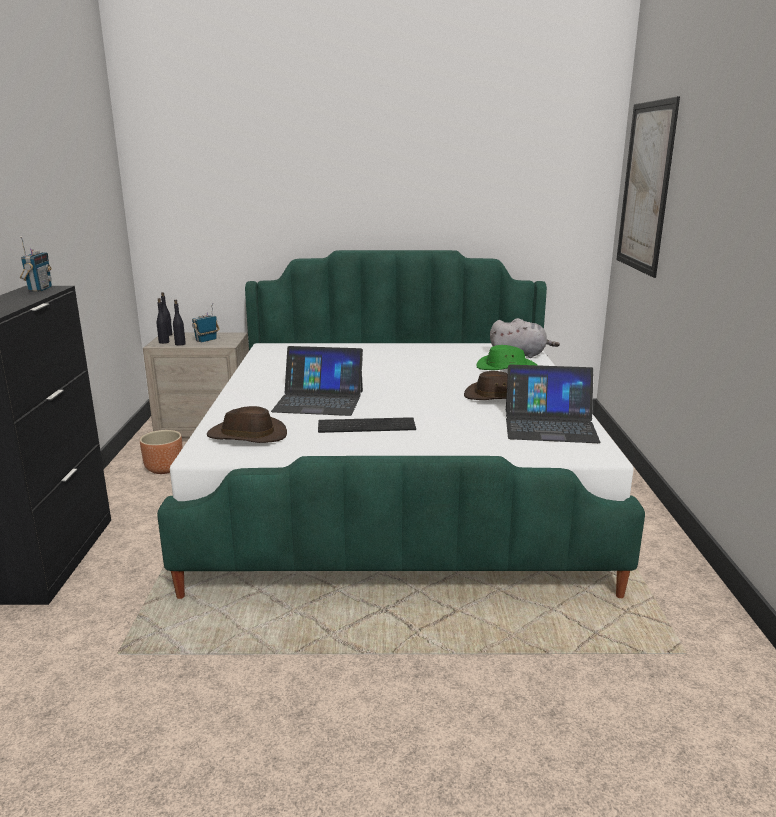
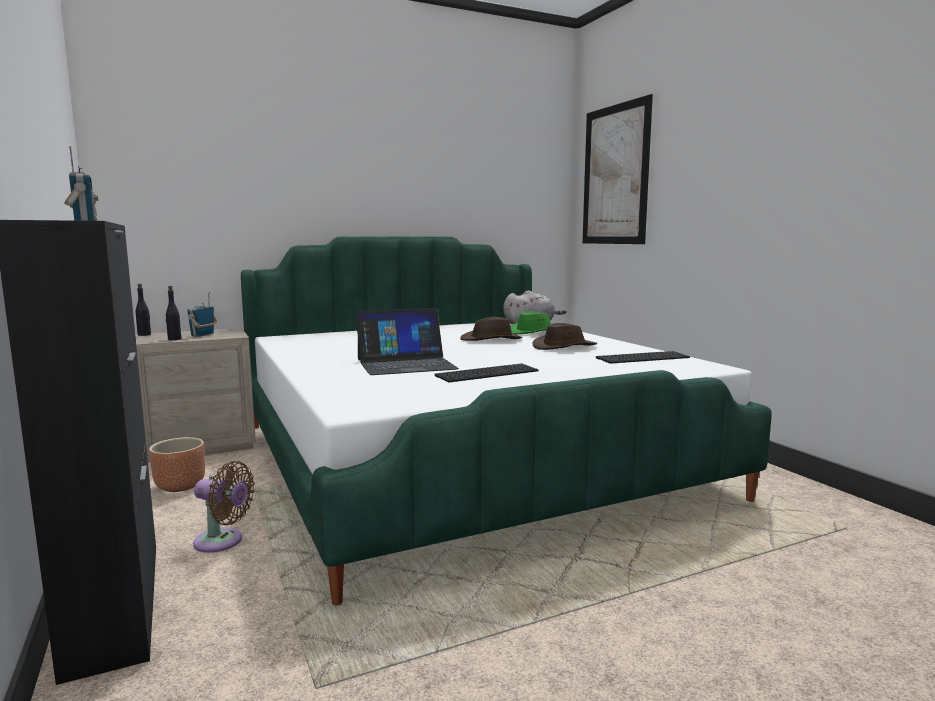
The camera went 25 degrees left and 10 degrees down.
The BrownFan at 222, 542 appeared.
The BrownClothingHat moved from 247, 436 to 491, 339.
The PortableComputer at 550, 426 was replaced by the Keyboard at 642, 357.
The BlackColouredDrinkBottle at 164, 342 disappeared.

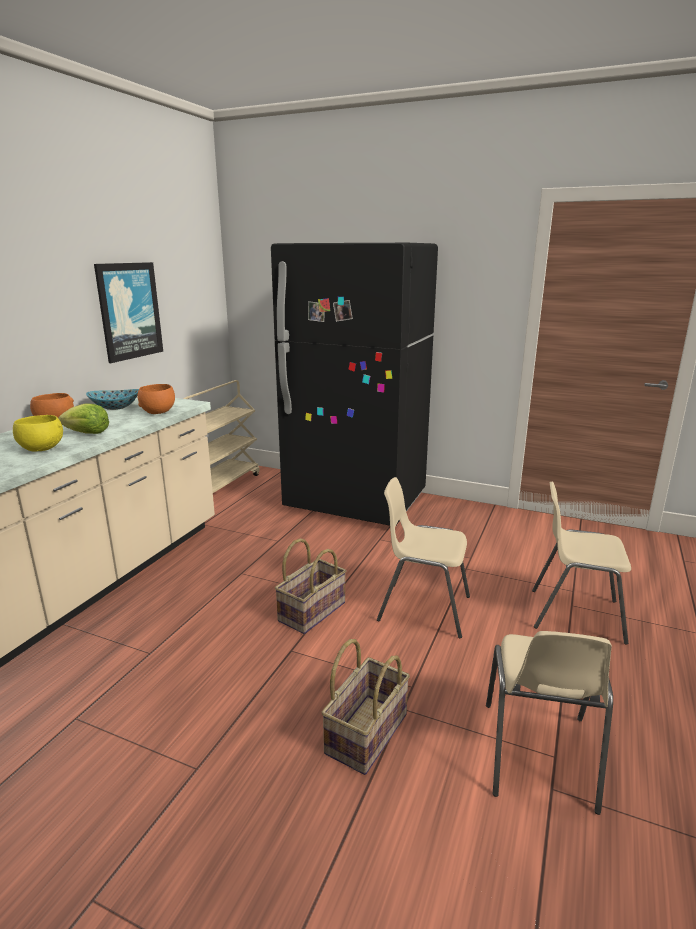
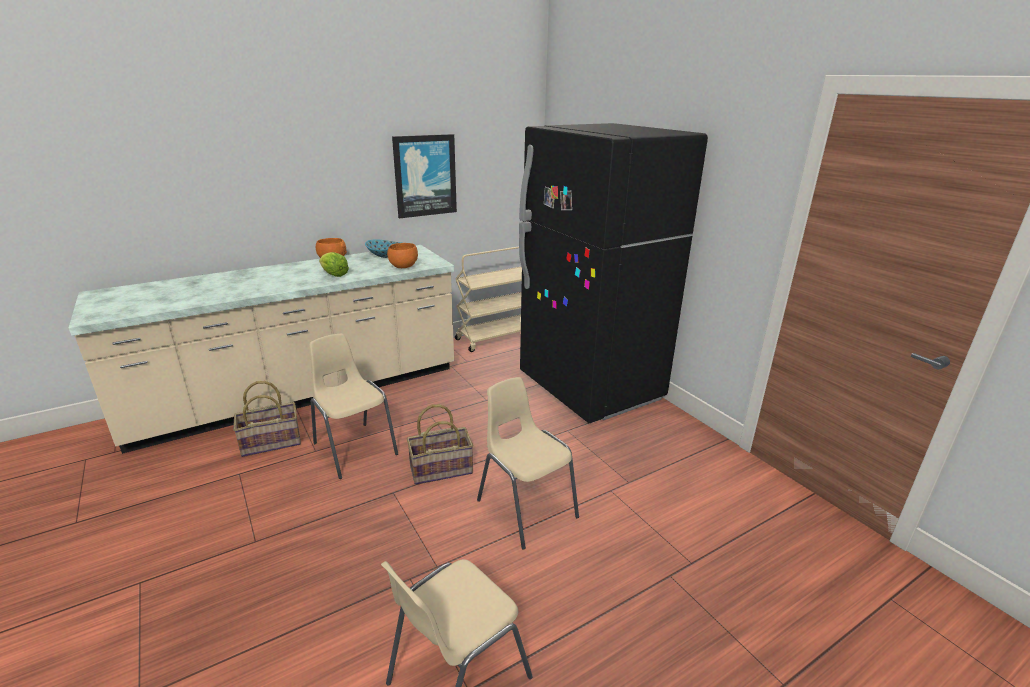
The camera went 35 degrees right and 5 degrees up.
The Basket moved from 365, 732 to 271, 442.
The BeigeChair moved from 575, 614 to 354, 449.
The YellowColouredBowl at 41, 449 disappeared.

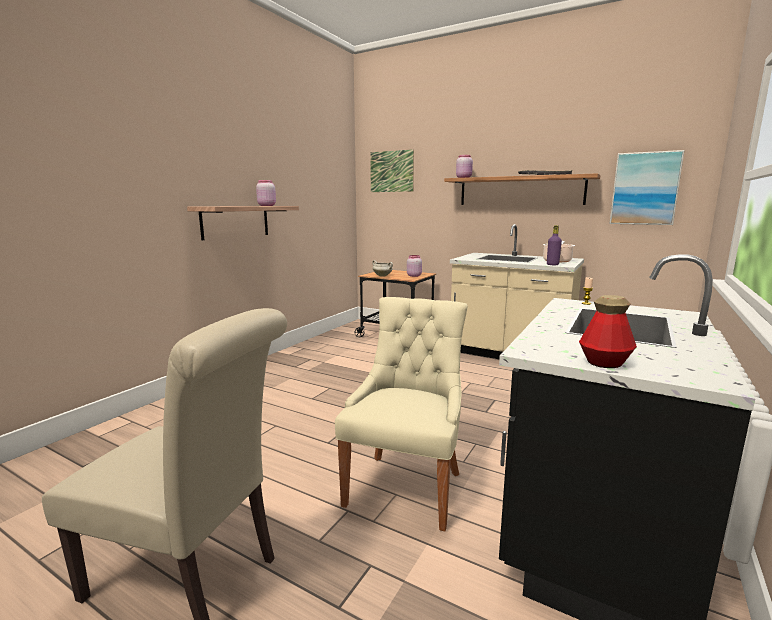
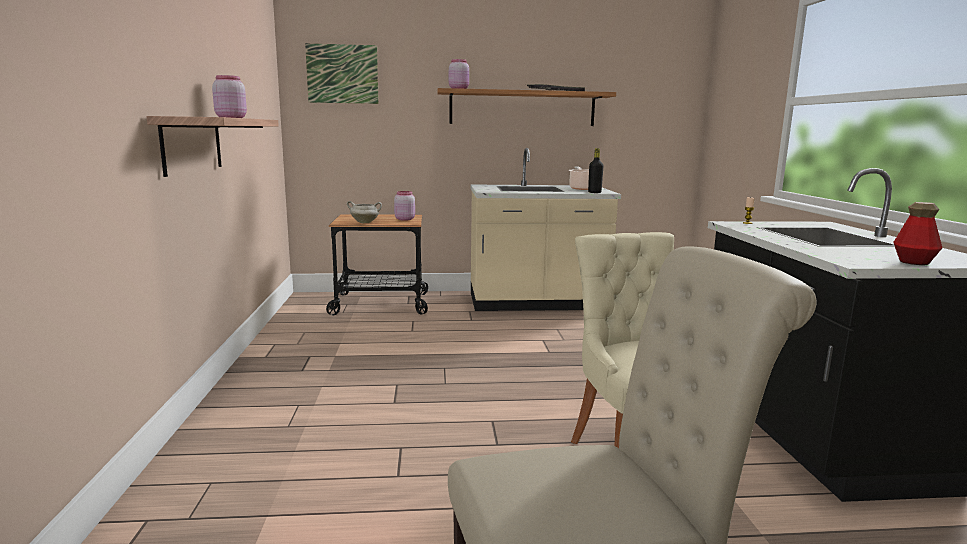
The camera went 35 degrees left and 0 degrees up.
The PurplishDrinkBottle at 552, 264 became the BlackColouredDrinkBottle at 594, 192.
The WallArt at 645, 188 disappeared.

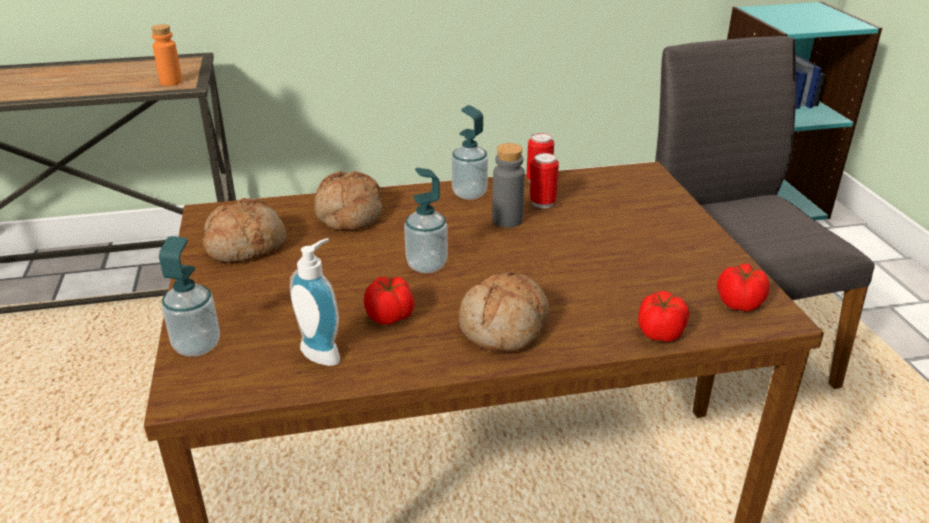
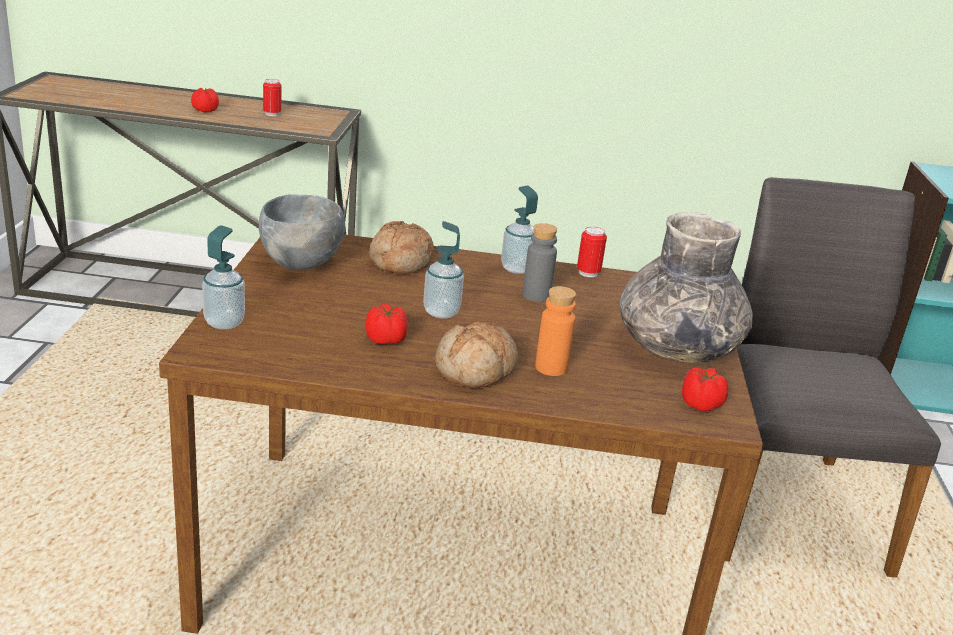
The camera went 15 degrees right and 5 degrees down.
The WholeTomato moved from 659, 333 to 205, 110.
The BakedBread at 246, 244 was replaced by the GreyBowl at 302, 264.
The SealedCan moved from 542, 203 to 272, 114.
The OrangeDrinkBottle moved from 171, 82 to 551, 368.
The GreyFlowerVase at 676, 347 appeared.
The SoapDispenser at 324, 351 disappeared.

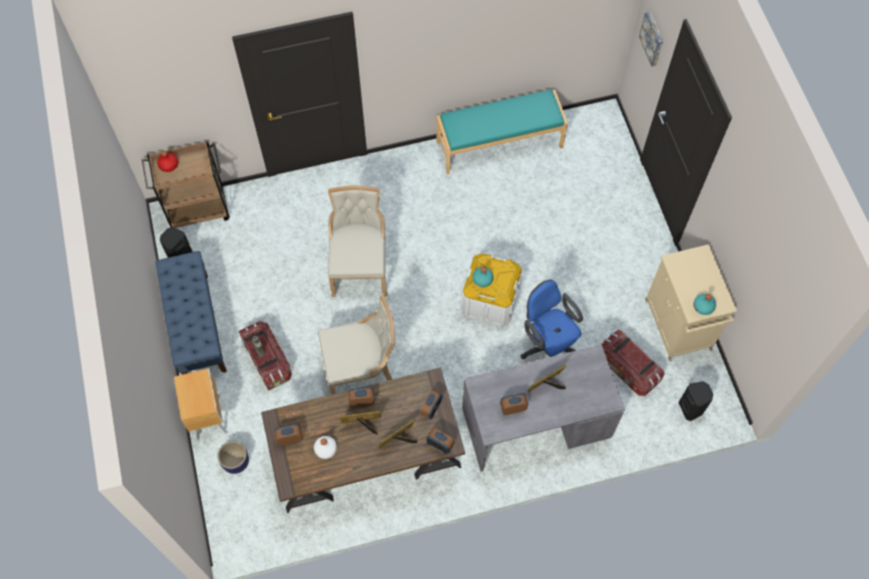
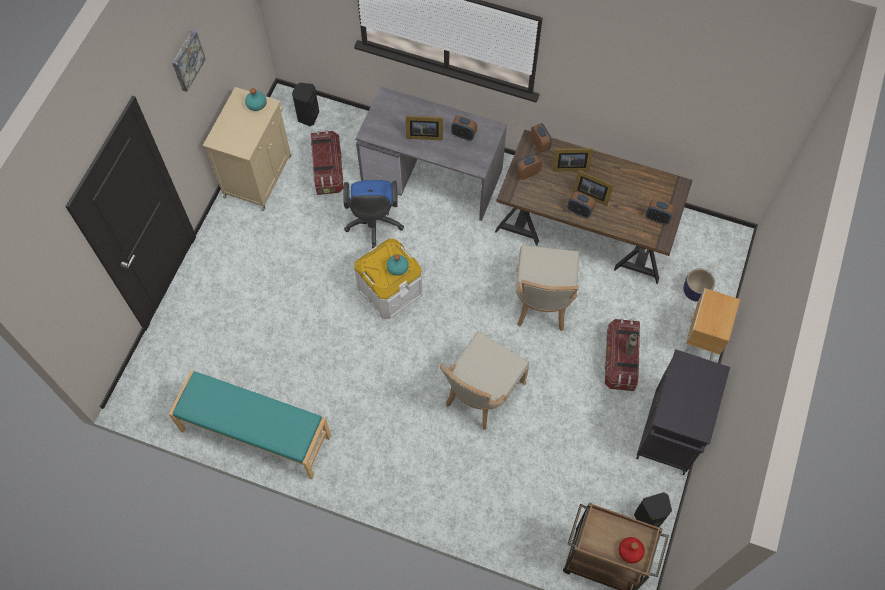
The camera went 145 degrees left and 0 degrees up.
The WallArt moved from 653, 38 to 186, 60.
The BeigeChair at 361, 368 turned 105 degrees counterclockwise.
The BlueLongSeat at 196, 326 was replaced by the BlackColouredStorageCabinet at 669, 433.
The WhiteDrinkBottle at 325, 449 disappeared.

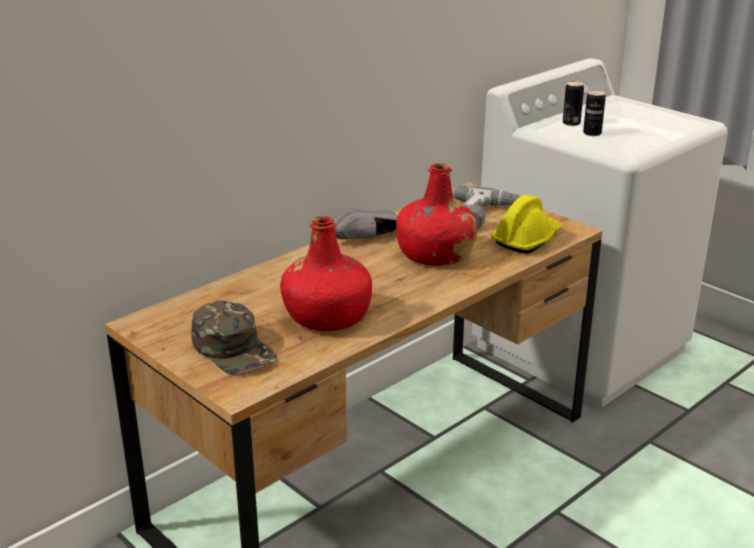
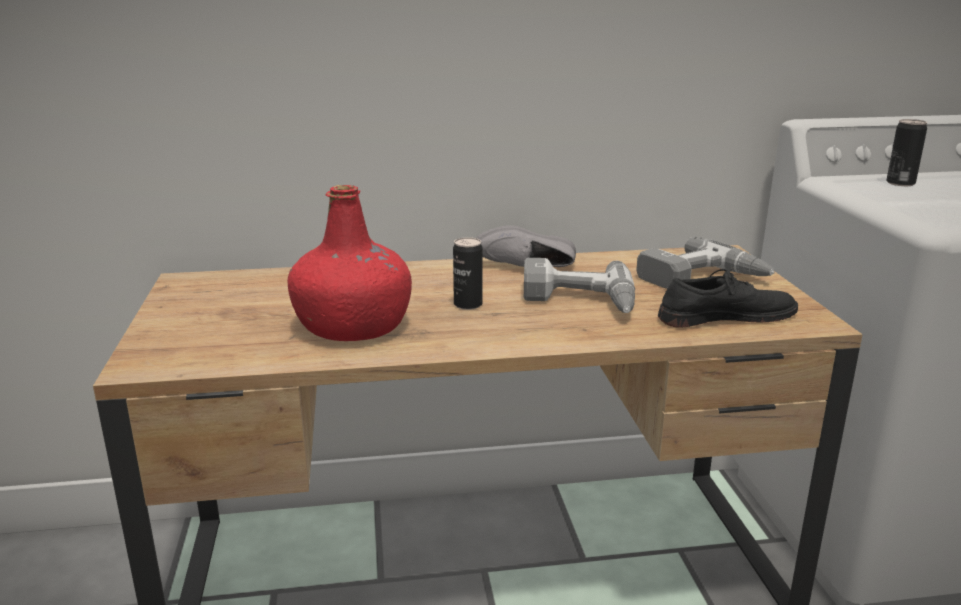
The camera went 35 degrees right and 5 degrees down.
The SealedCan moved from 592, 133 to 468, 304.
The RedColouredDrinkBottle at 435, 254 was replaced by the ElectricDrill at 578, 301.
The YellowColouredSafetyHelmet at 526, 239 was replaced by the BlackColouredShoe at 726, 316.
The GreenColouredCap at 234, 349 disappeared.

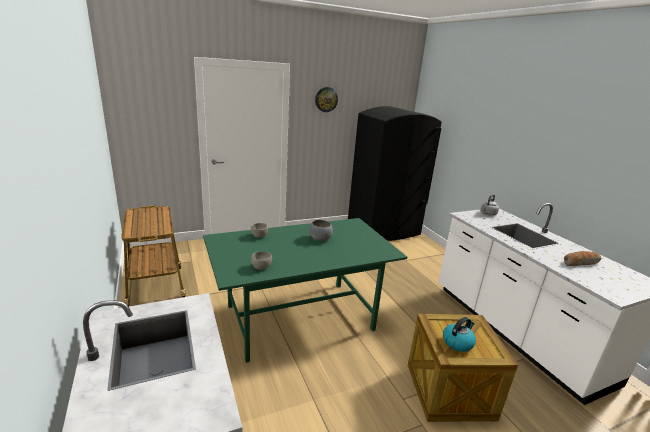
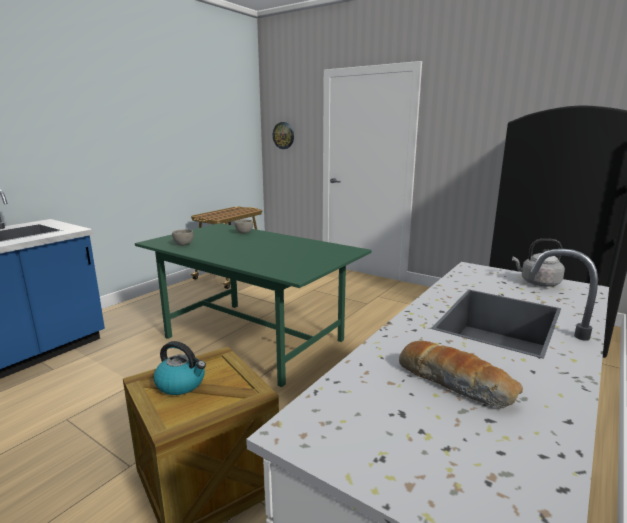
The camera went 60 degrees right and 5 degrees down.
The ClockOnTheWall moved from 326, 99 to 283, 135.
The GreyBowl at 320, 239 disappeared.

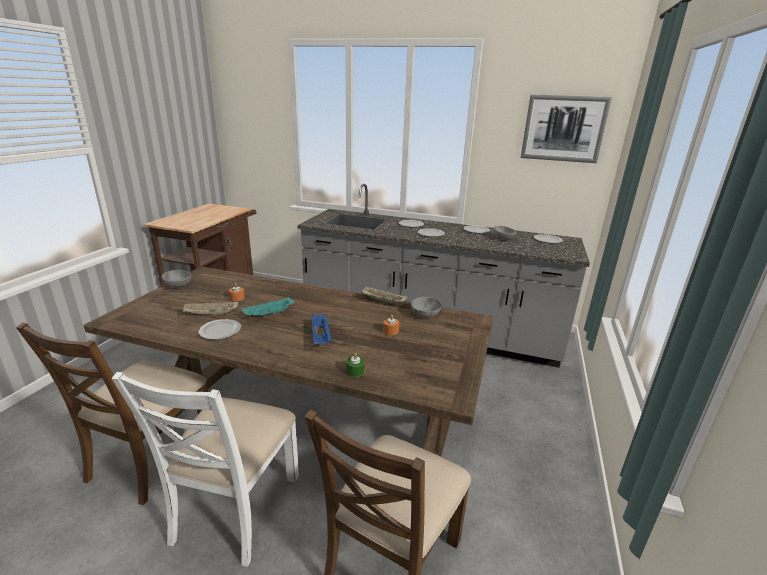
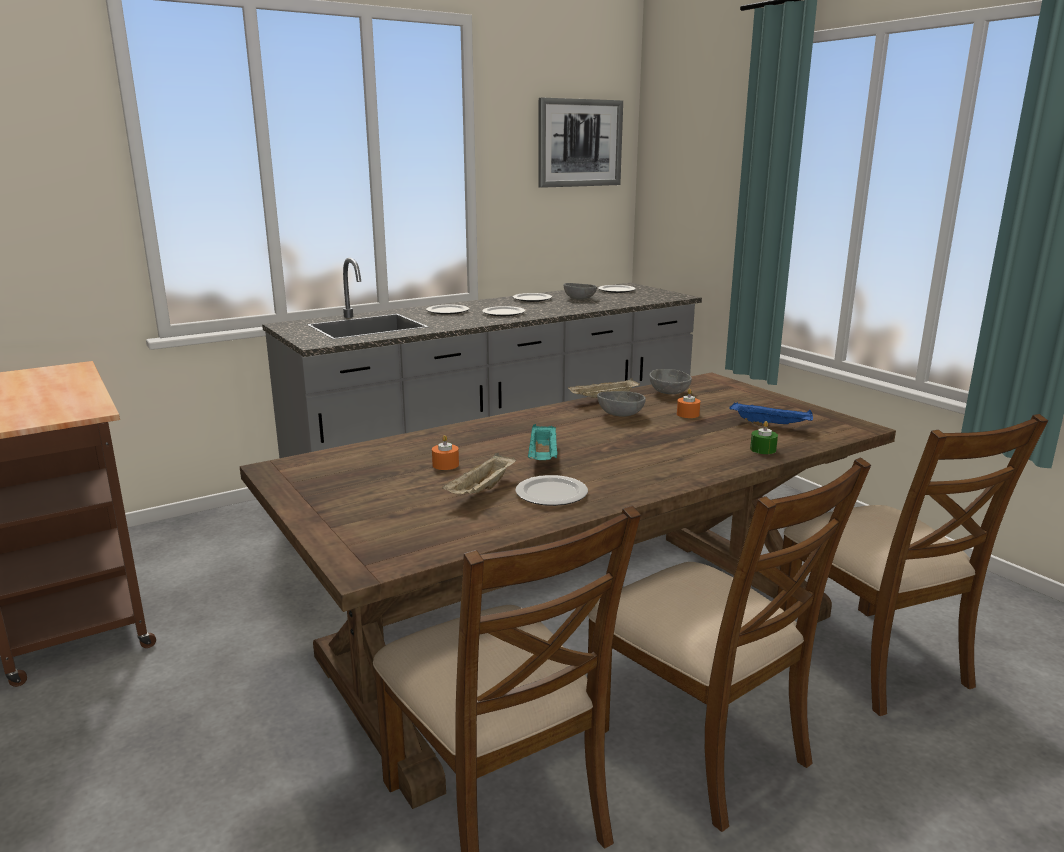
The camera went 50 degrees left and 5 degrees down.
The WhiteChair at 235, 507 became the BrownChair at 700, 745.
The GreyBowl moved from 178, 285 to 620, 414.
The BlueCarryingTray moved from 321, 338 to 771, 425.

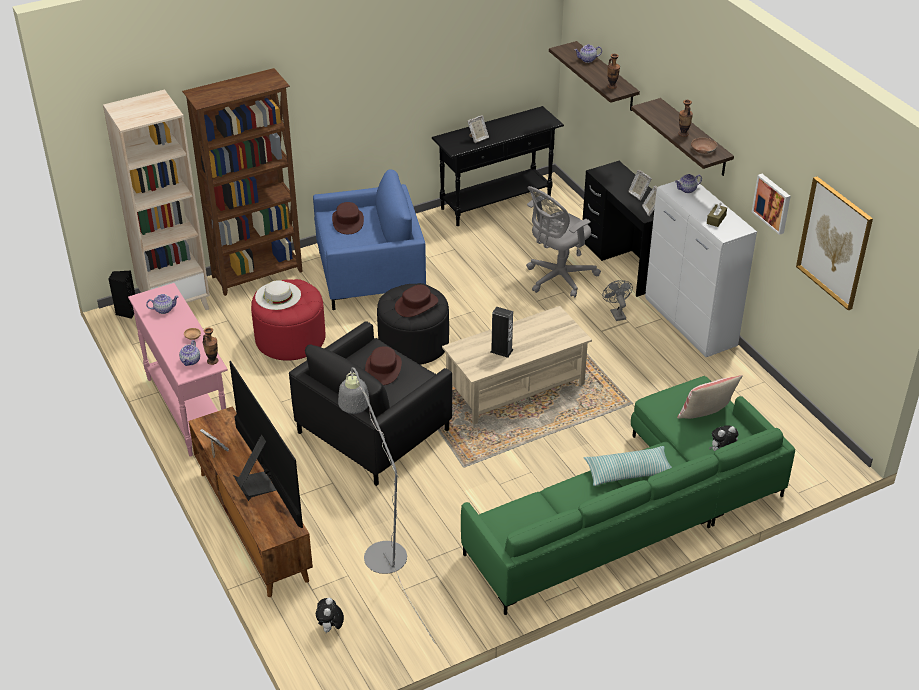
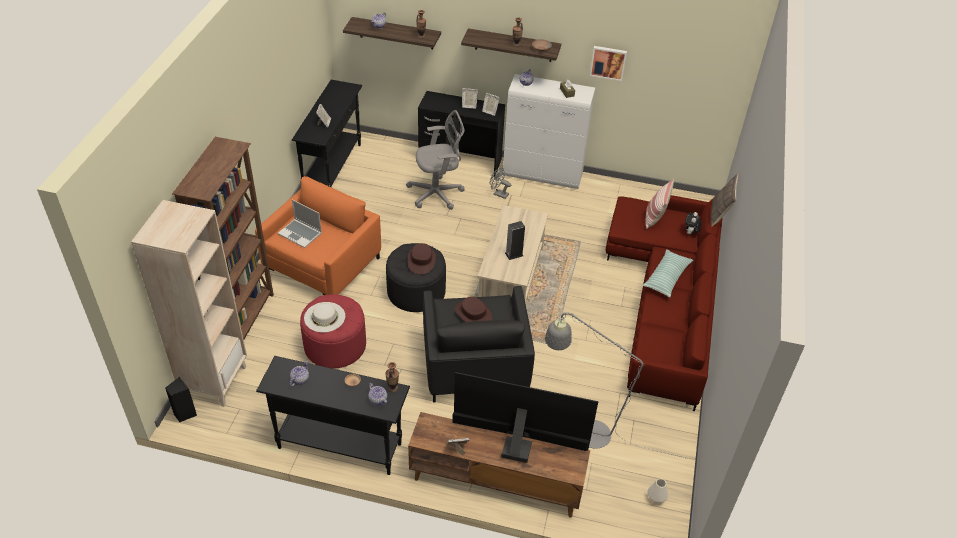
The camera went 50 degrees left and 5 degrees up.
The BlueLoungeChair at 370, 275 became the OrangeLoungeChair at 323, 266.
The PinkishNarrowTable at 188, 409 became the BlackColouredNarrowTable at 339, 445.
The BrownClothingHat at 348, 222 was replaced by the PortableComputer at 301, 234.
The GreyOfficeChair at 557, 278 turned 105 degrees counterclockwise.
The GreenColouredSettee at 634, 509 became the RedColouredSettee at 664, 300.
The WhiteFlowerVase at 656, 497 appeared.
The Cushion at 719, 215 appeared.
The CuddlyToy at 330, 628 disappeared.
The WallArt at 834, 243 disappeared.

